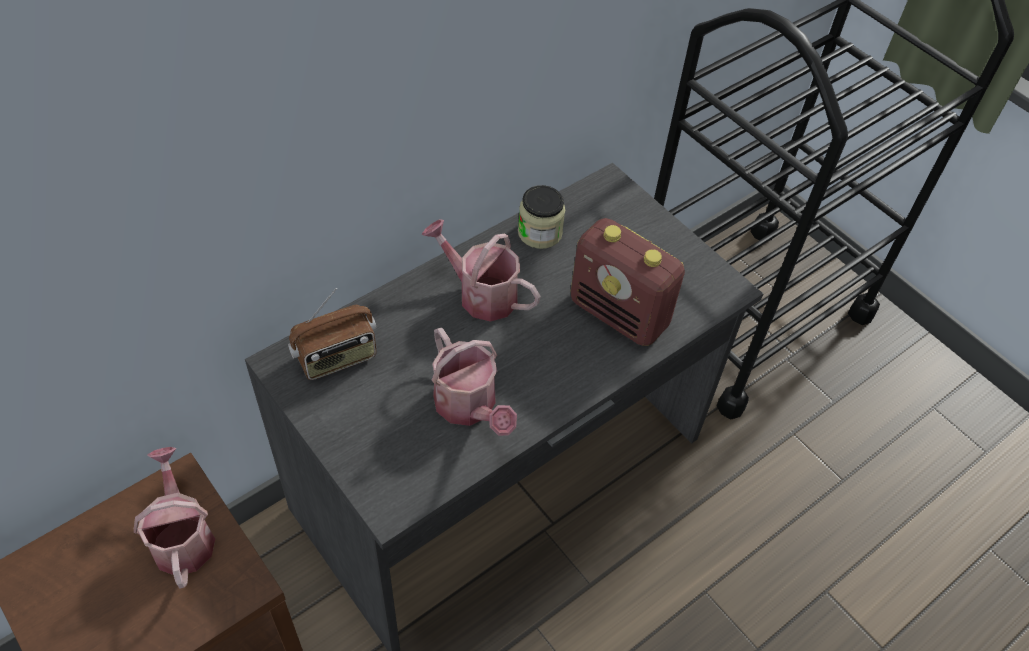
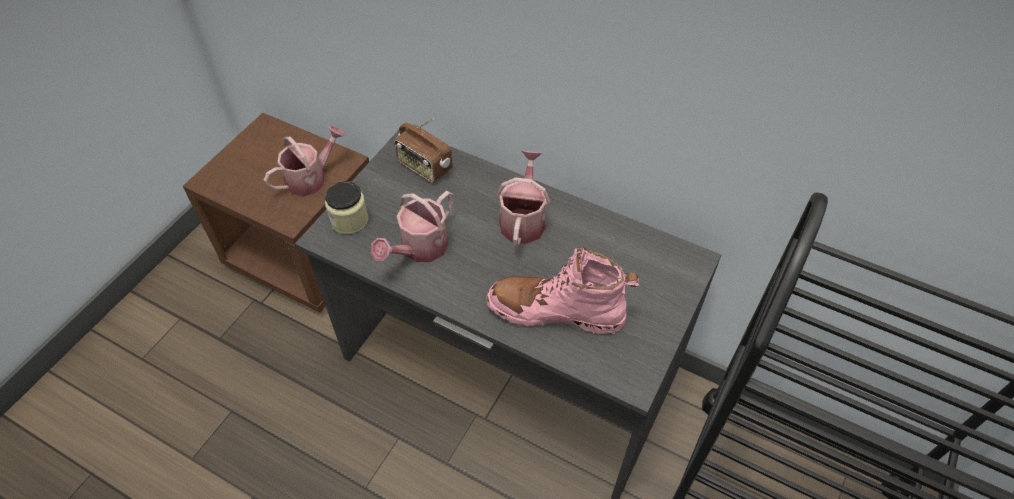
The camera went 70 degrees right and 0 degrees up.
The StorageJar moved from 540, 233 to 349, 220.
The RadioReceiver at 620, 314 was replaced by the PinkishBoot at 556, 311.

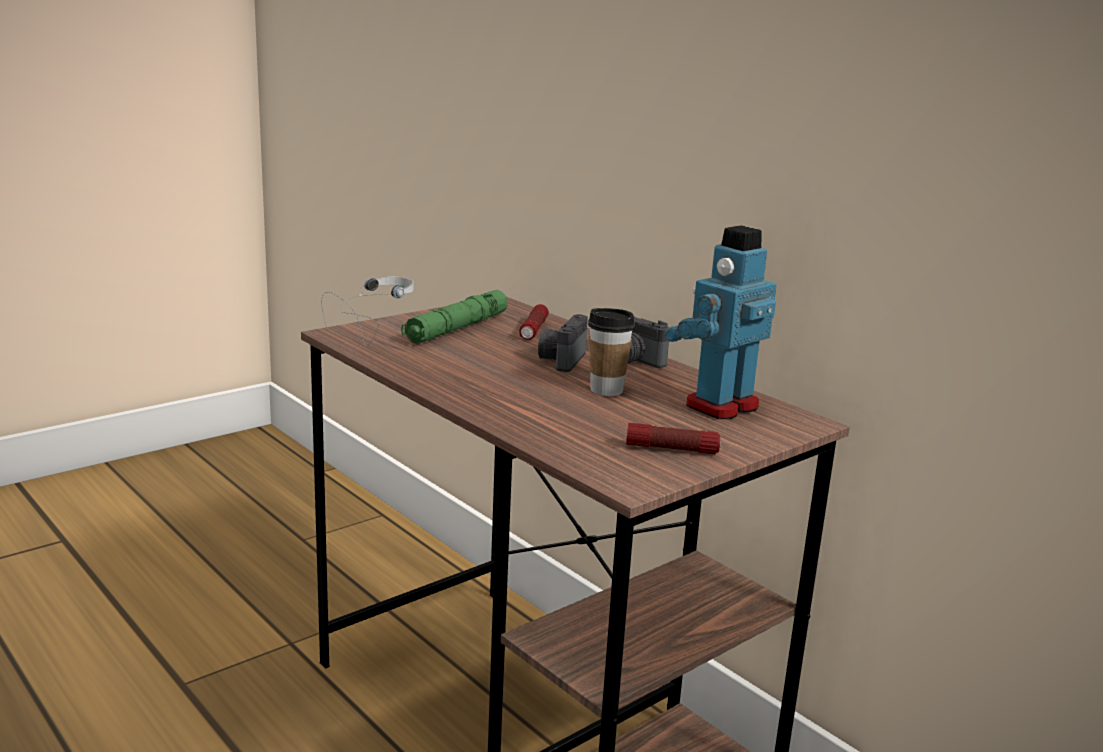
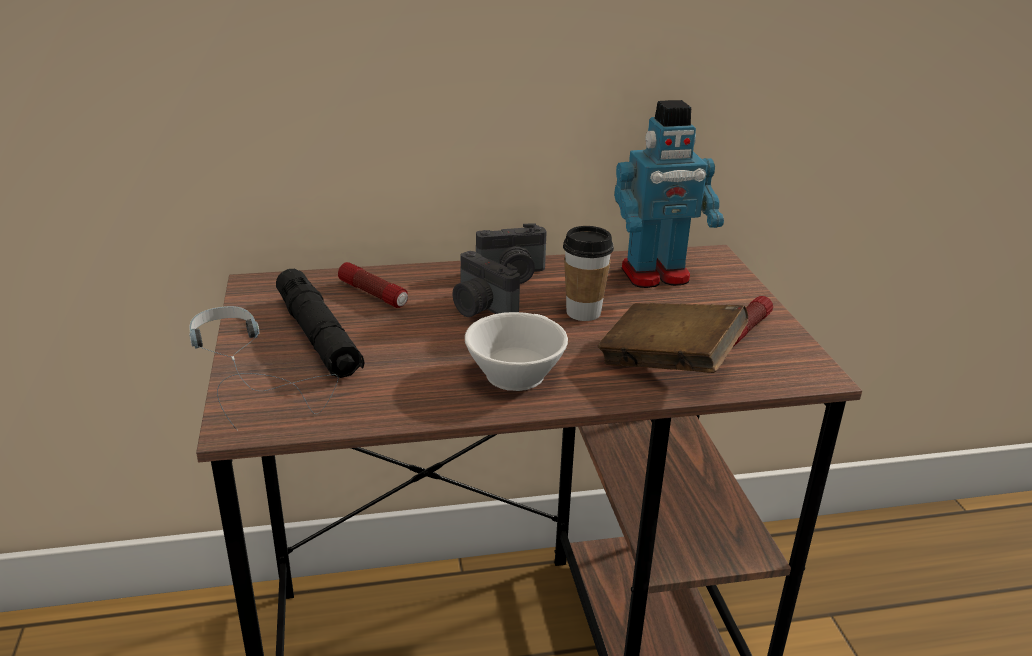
The camera went 60 degrees left and 10 degrees up.
The GreenColouredTorch at 456, 328 became the BlackColouredTorch at 318, 336.
The WhiteCup at 513, 372 appeared.
The BrownBook at 668, 364 appeared.
The RobotFigure at 720, 405 turned 90 degrees counterclockwise.

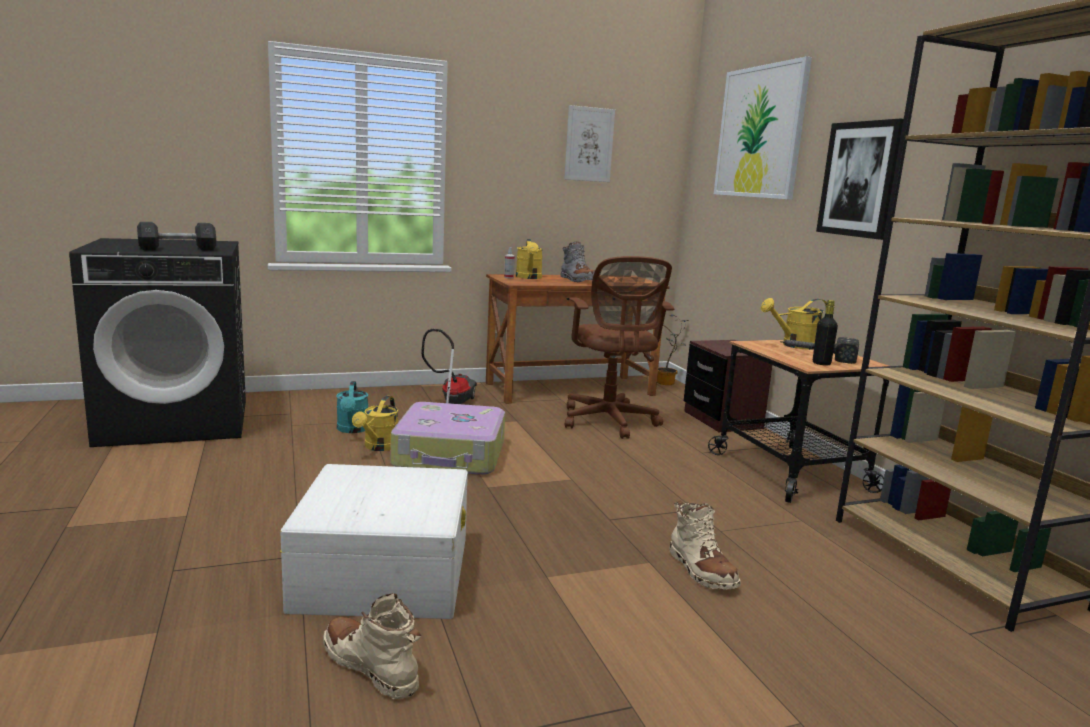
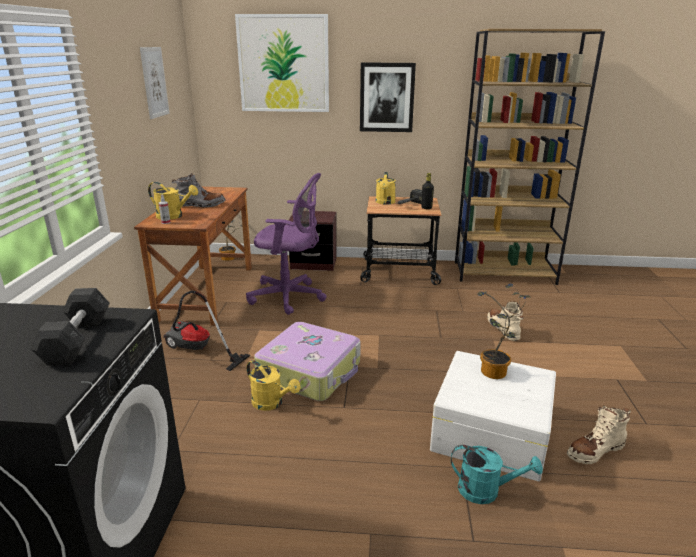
The camera went 65 degrees left and 10 degrees up.
The BrownOfficeChair at 609, 422 became the PurplishOfficeChair at 289, 297.
The BlueGreenWateringCan moved from 352, 430 to 486, 491.
The PottedPlant at 494, 374 appeared.
The BeigeBoot at 701, 570 turned 105 degrees counterclockwise.

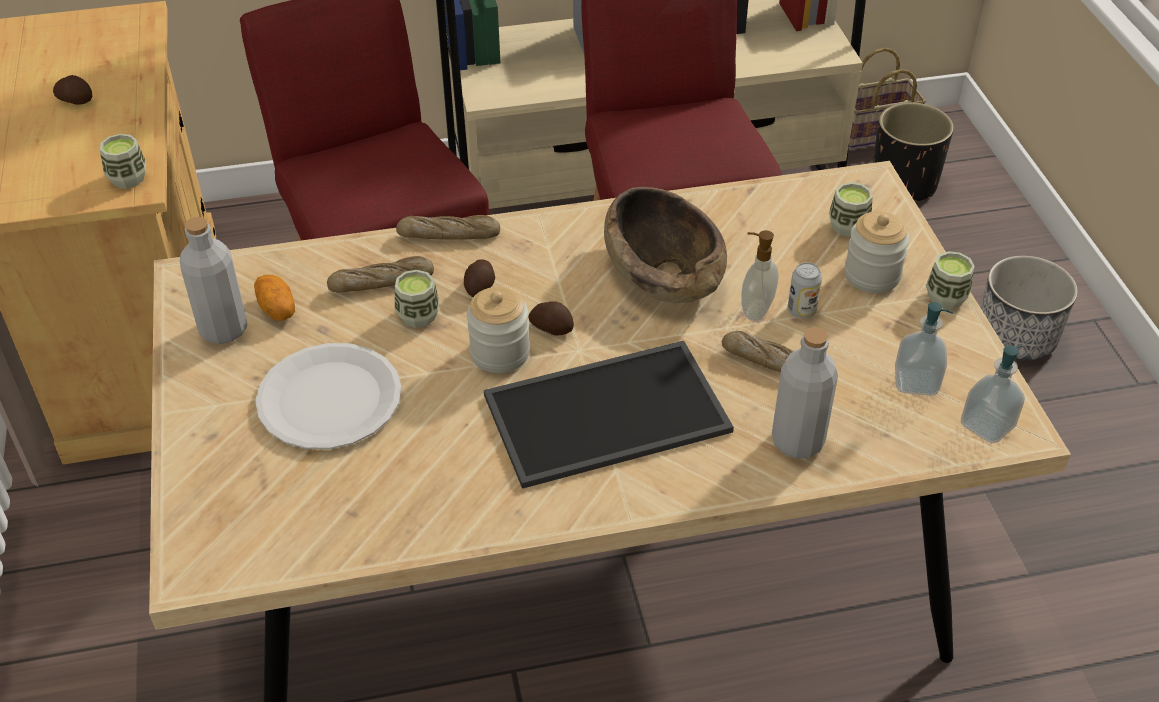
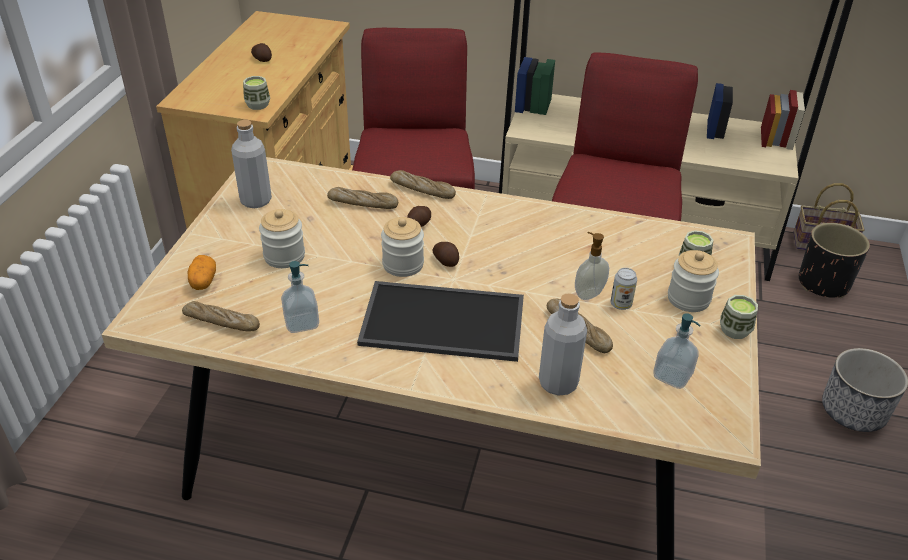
The camera went 25 degrees right and 5 degrees down.
The BakedBread at 221, 322 appeared.
The WholePotato moved from 277, 309 to 203, 281.
The WhiteFlatDish at 329, 399 was replaced by the StorageJar at 284, 256.
The SoapDispenser moved from 987, 425 to 302, 323.
The Cup at 418, 316 disappeared.
The BrownBowl at 664, 273 disappeared.

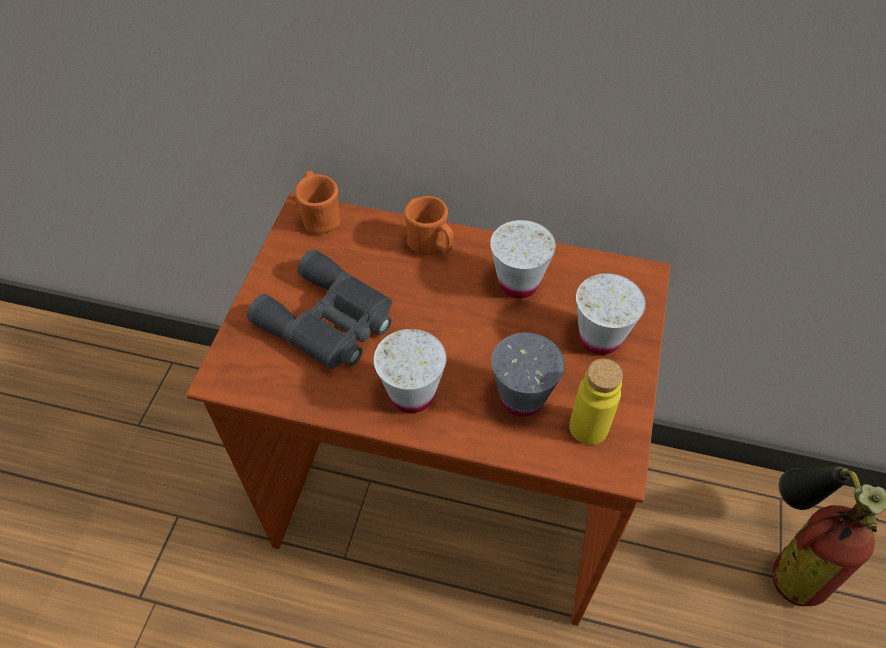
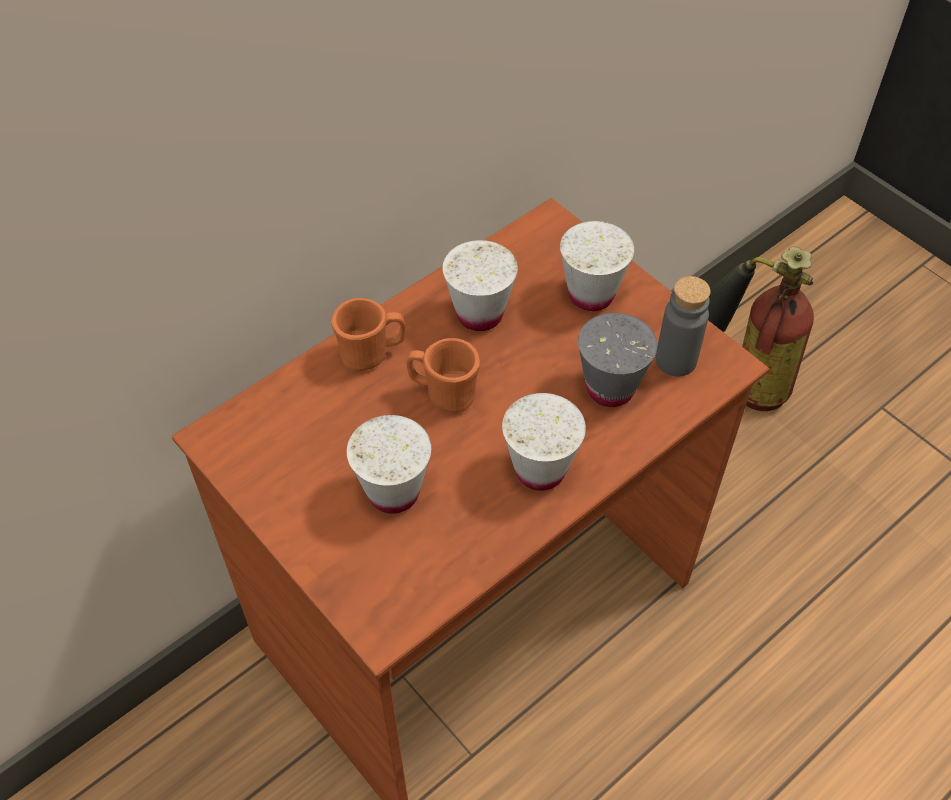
The camera went 55 degrees left and 0 degrees up.
The GreyFieldGlasses at 329, 322 was replaced by the WhiteCup at 393, 492.
The OrangeTeaMug moved from 320, 217 to 444, 393.
The YellowColouredDrinkBottle at 588, 427 became the GreyDrinkBottle at 676, 360.

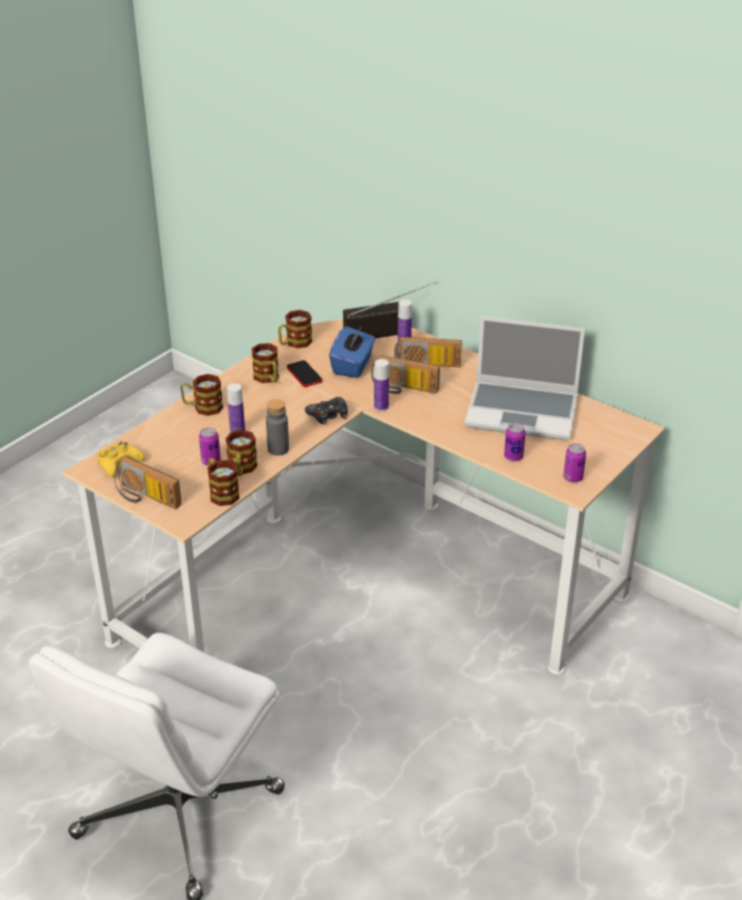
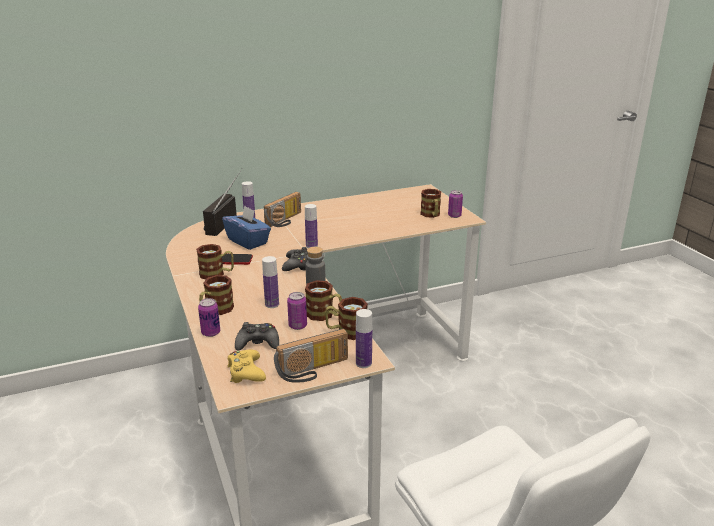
The camera went 60 degrees left and 10 degrees down.
The SealedCan moved from 513, 457 to 211, 333.
The BlackColouredGameController at 258, 343 appeared.
The DrinkBottle at 363, 363 appeared.
The TeaMug moved from 294, 343 to 431, 215.
The RadioReceiver at 403, 389 disappeared.
The PortableComputer at 523, 412 disappeared.

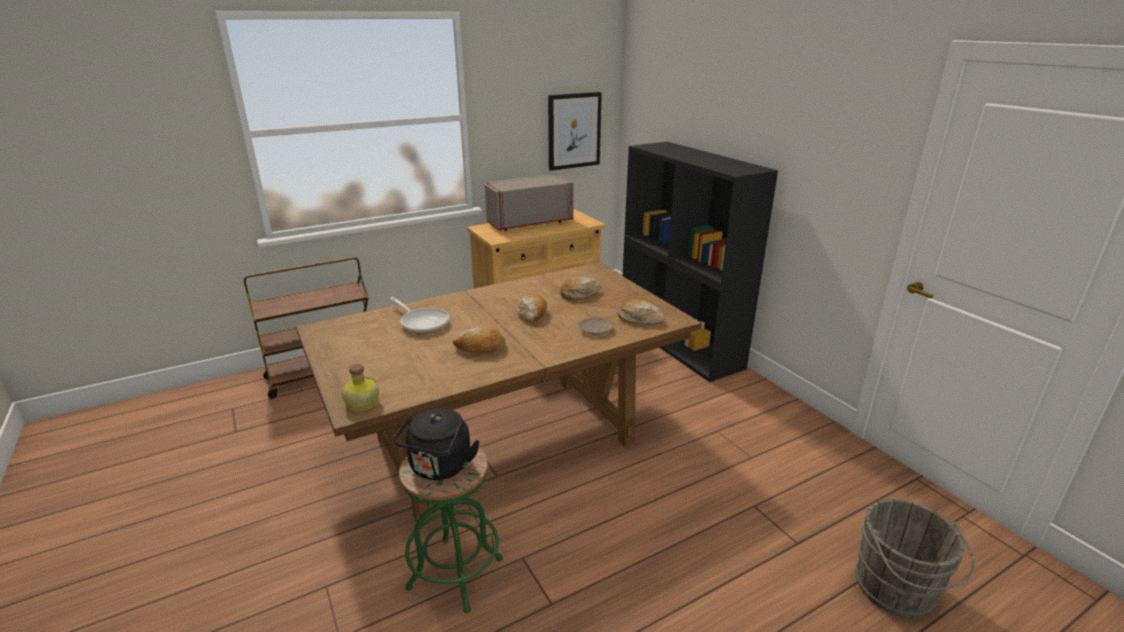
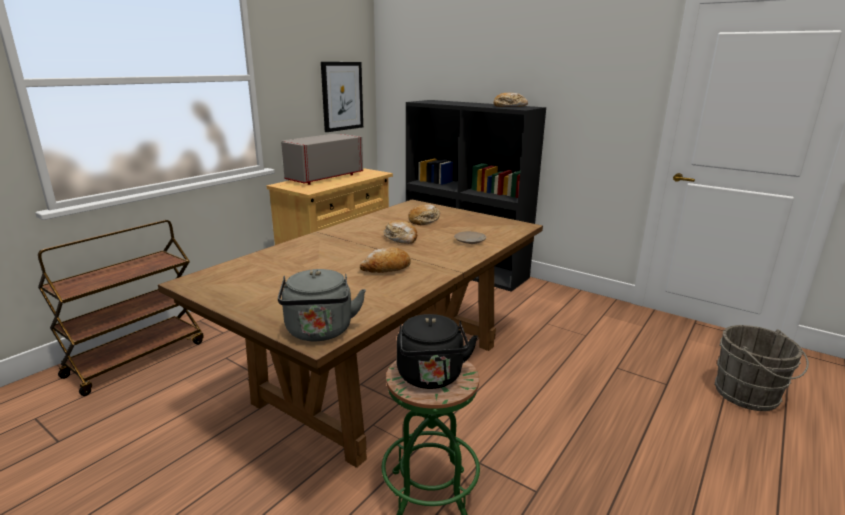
The camera went 25 degrees left and 5 degrees down.
The DrinkBottle at 361, 403 was replaced by the GreyKettle at 320, 332.
The BakedBread moved from 640, 319 to 509, 106.
The Skillet at 422, 323 disappeared.

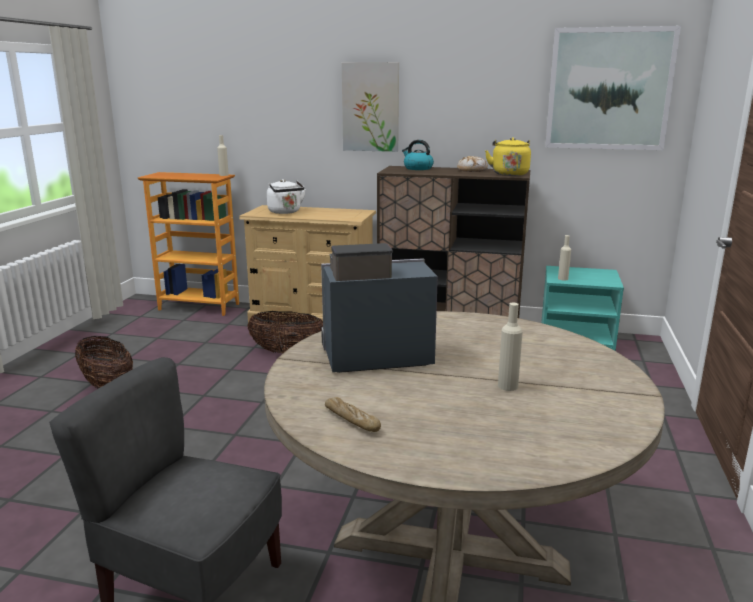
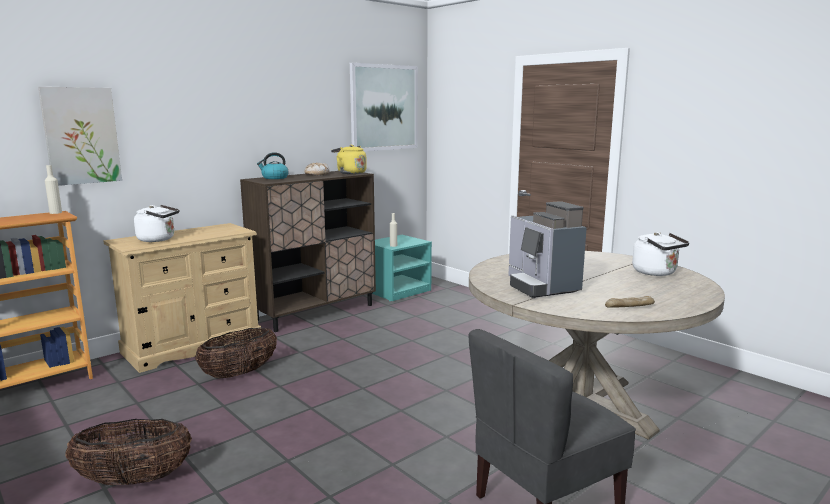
The camera went 55 degrees left and 5 degrees down.
The WallArt moved from 370, 107 to 81, 136.
The CoffeeMaker at 372, 357 turned 45 degrees counterclockwise.
The WhiteKettle at 657, 273 appeared.
The BeigeDrinkBottle at 508, 386 disappeared.

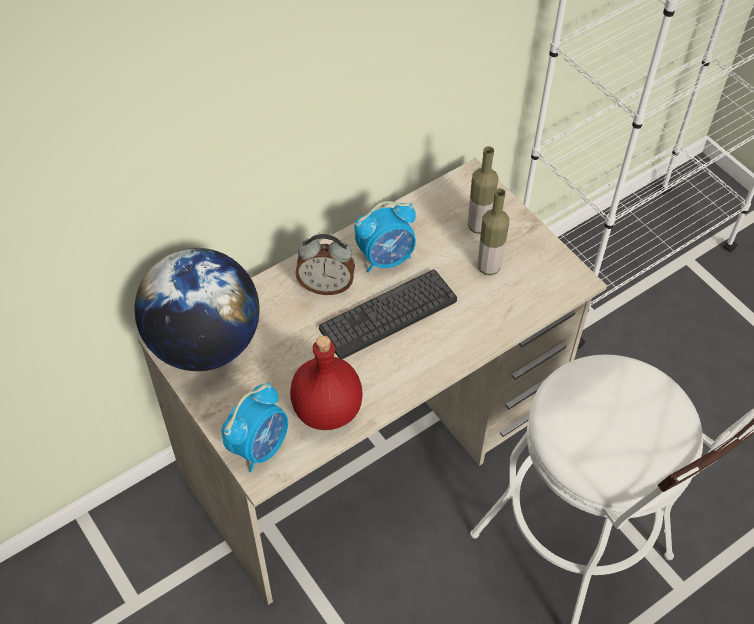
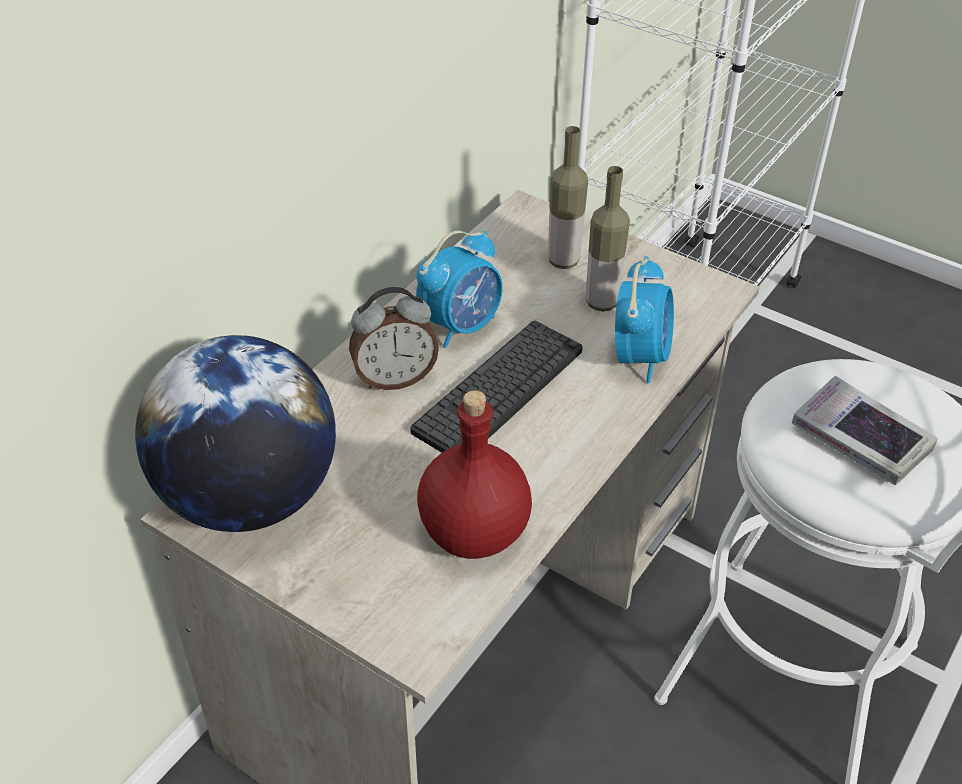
The camera went 20 degrees left and 10 degrees down.
The AlarmClock moved from 259, 446 to 640, 356.
The Book at 860, 438 appeared.

